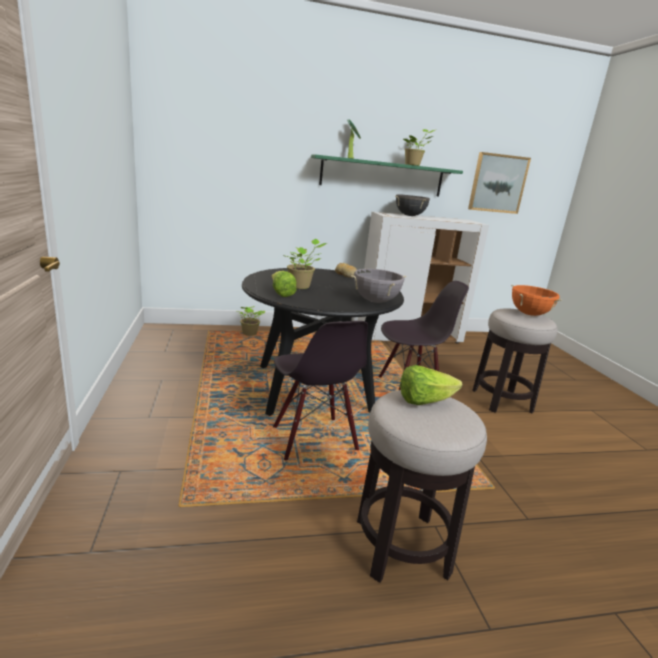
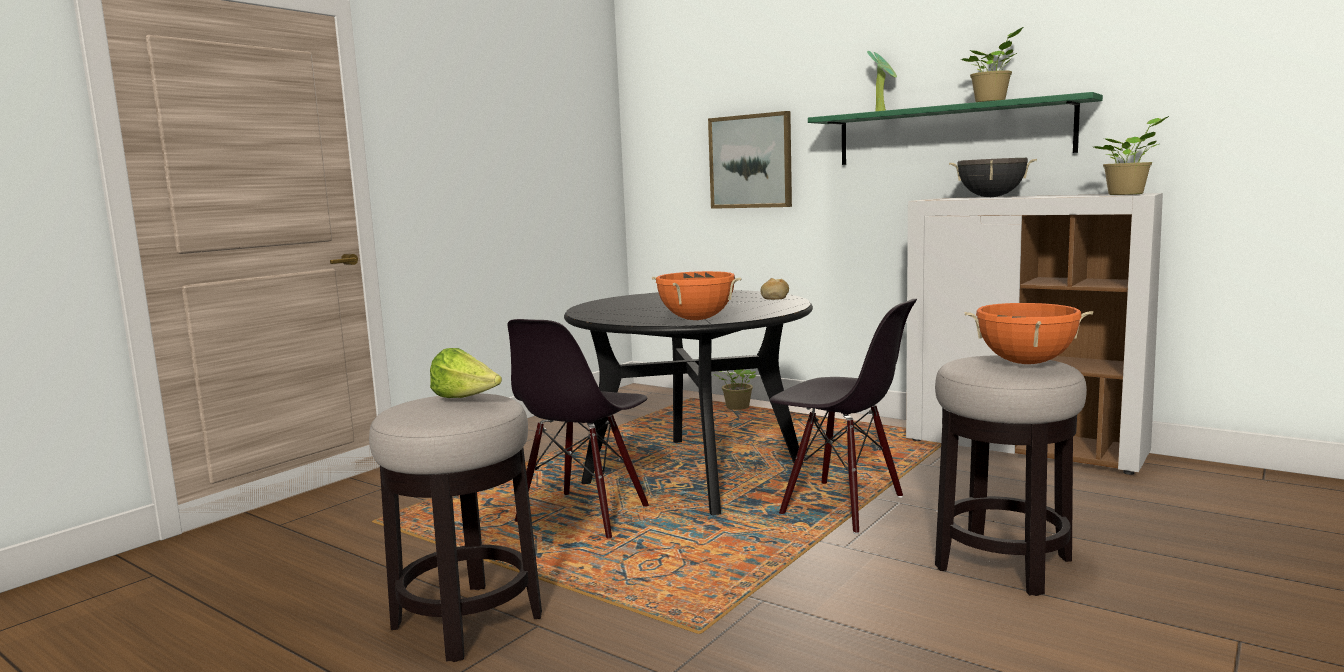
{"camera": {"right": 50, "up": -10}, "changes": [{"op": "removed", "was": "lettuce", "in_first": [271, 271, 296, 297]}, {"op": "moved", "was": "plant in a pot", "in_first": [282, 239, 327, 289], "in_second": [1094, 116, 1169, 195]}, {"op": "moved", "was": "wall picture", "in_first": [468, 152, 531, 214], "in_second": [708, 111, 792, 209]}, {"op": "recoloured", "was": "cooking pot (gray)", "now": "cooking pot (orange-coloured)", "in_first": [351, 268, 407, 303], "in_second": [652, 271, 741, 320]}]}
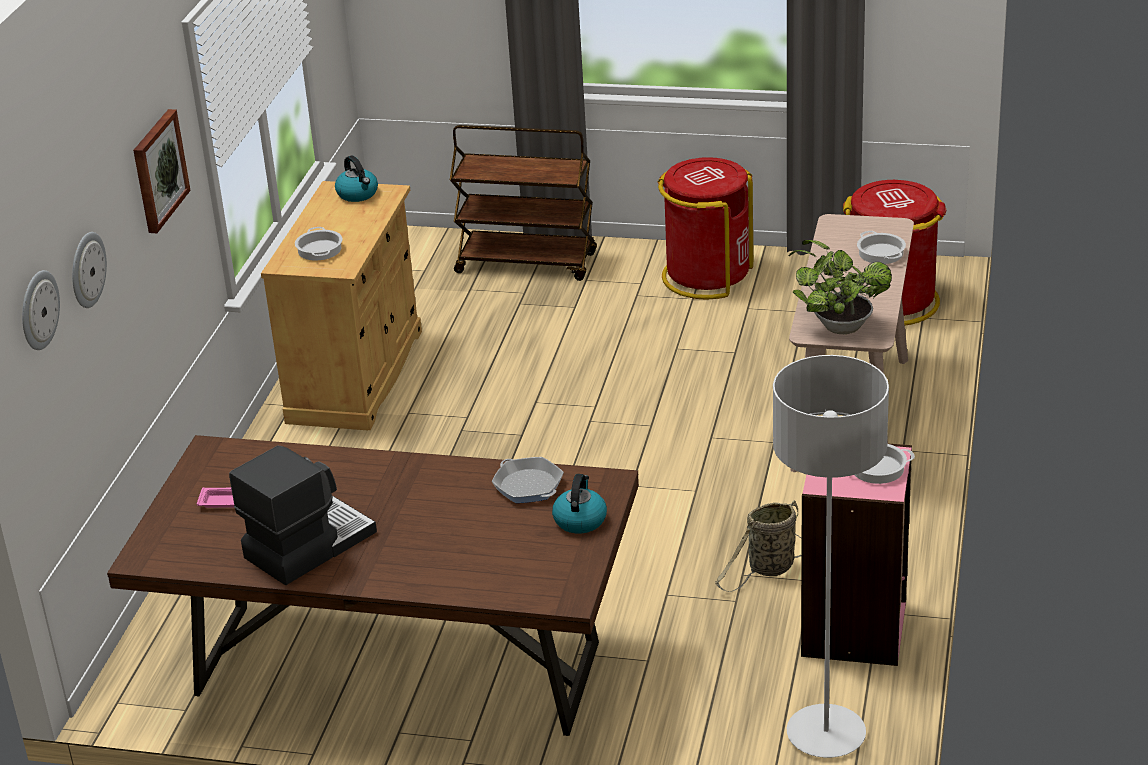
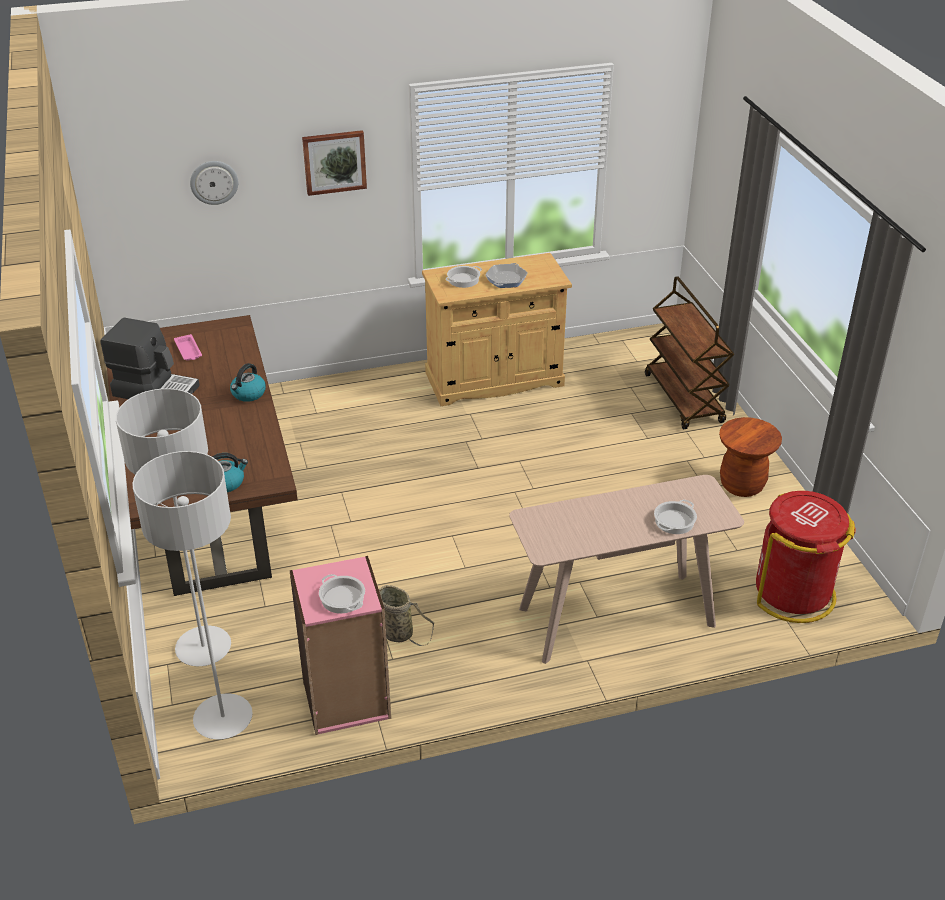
{"camera": {"right": 60, "up": 5}, "changes": [{"op": "removed", "was": "hanging clock", "in_first": [22, 270, 60, 350]}, {"op": "removed", "was": "plant in a pot", "in_first": [789, 240, 892, 334]}, {"op": "added", "now": "standing lamp (gray)", "in_second": [116, 388, 231, 666]}, {"op": "moved", "was": "water kettle", "in_first": [335, 155, 378, 202], "in_second": [230, 363, 266, 402]}, {"op": "moved", "was": "skillet", "in_first": [491, 457, 564, 503], "in_second": [485, 263, 528, 288]}, {"op": "replaced", "was": "trash can (red)", "now": "sitting stool (brown-coloured)", "in_first": [658, 157, 753, 299], "in_second": [719, 417, 782, 497]}]}
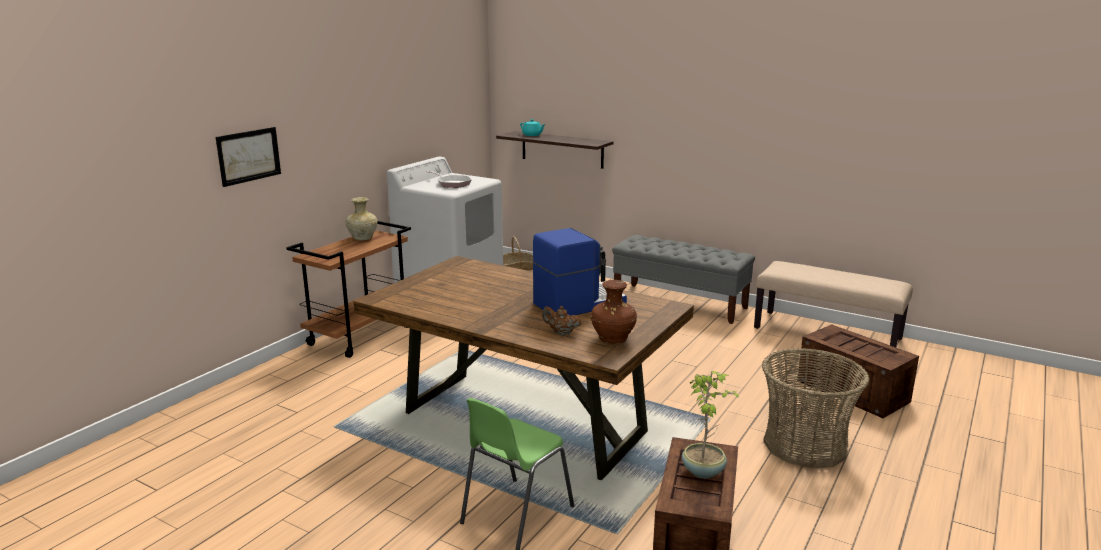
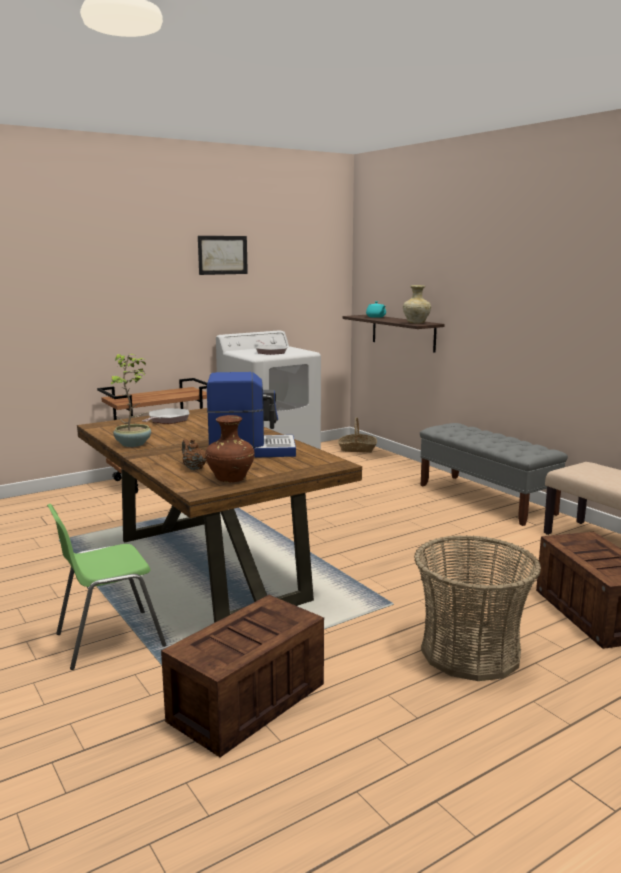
{"camera": {"right": 25, "up": -5}, "changes": [{"op": "added", "now": "skillet", "in_second": [142, 408, 189, 424]}, {"op": "moved", "was": "wall picture", "in_first": [216, 127, 281, 187], "in_second": [198, 236, 248, 275]}, {"op": "moved", "was": "flower vase (beige)", "in_first": [345, 197, 378, 240], "in_second": [403, 285, 431, 323]}, {"op": "moved", "was": "plant in a pot", "in_first": [682, 371, 739, 478], "in_second": [111, 354, 151, 447]}]}
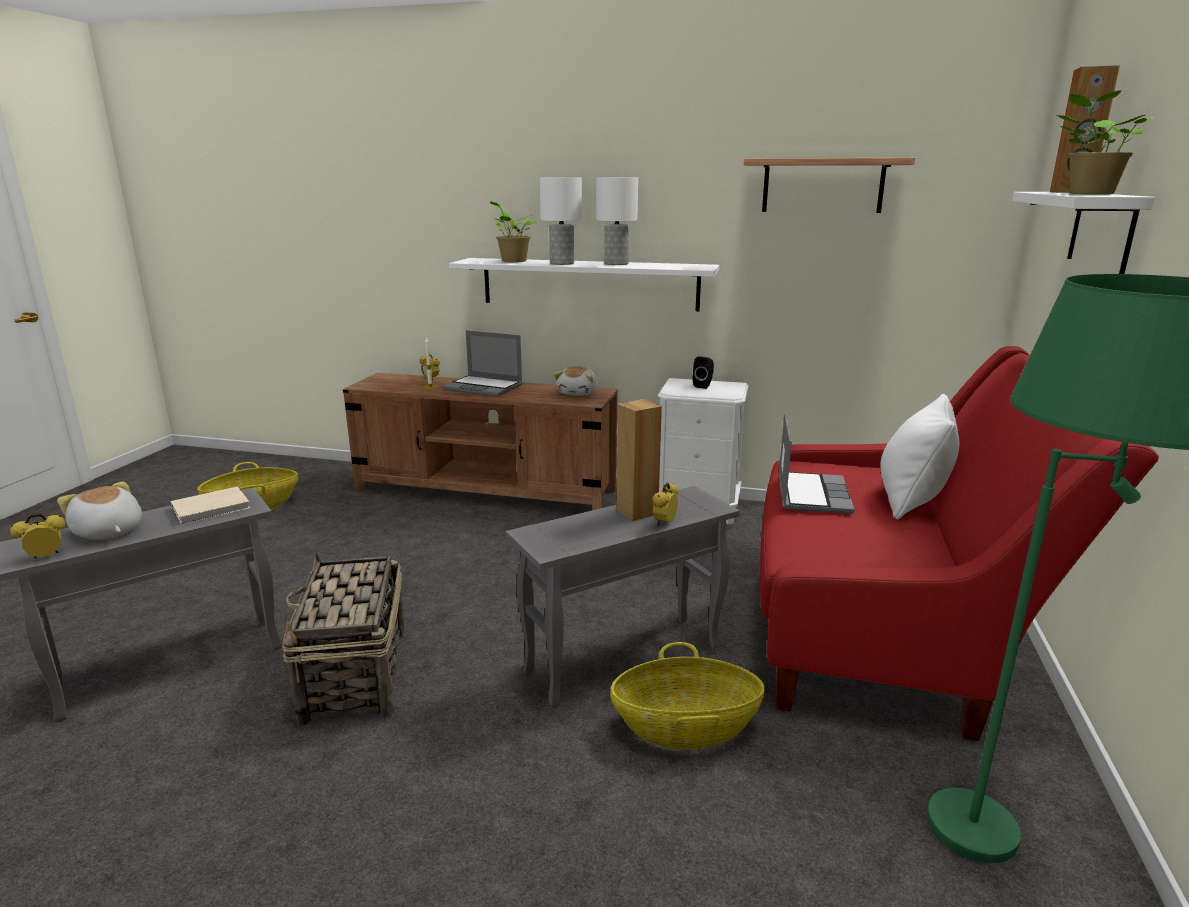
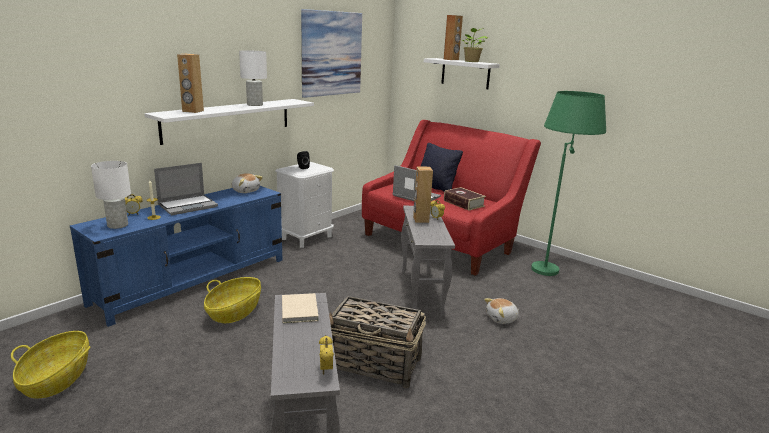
{"camera": {"right": -65, "up": 0}, "changes": [{"op": "added", "now": "book", "in_second": [444, 187, 486, 211]}, {"op": "moved", "was": "plush toy", "in_first": [57, 481, 142, 540], "in_second": [484, 298, 519, 324]}, {"op": "moved", "was": "lamp for a table (white-coloured)", "in_first": [540, 177, 582, 265], "in_second": [91, 161, 131, 229]}, {"op": "moved", "was": "basket", "in_first": [610, 642, 765, 750], "in_second": [204, 277, 261, 323]}, {"op": "replaced", "was": "plant in a pot", "now": "loudspeaker (brown-coloured)", "in_first": [490, 201, 537, 263], "in_second": [177, 54, 204, 113]}, {"op": "replaced", "was": "shelf", "now": "wall picture", "in_first": [744, 158, 915, 213], "in_second": [301, 9, 362, 98]}, {"op": "recoloured", "was": "media console (brown-coloured)", "now": "media console (bluish)", "in_first": [343, 373, 618, 510], "in_second": [70, 186, 282, 327]}, {"op": "recoloured", "was": "cushion (white-coloured)", "now": "cushion (black)", "in_first": [880, 394, 959, 520], "in_second": [421, 143, 463, 192]}]}
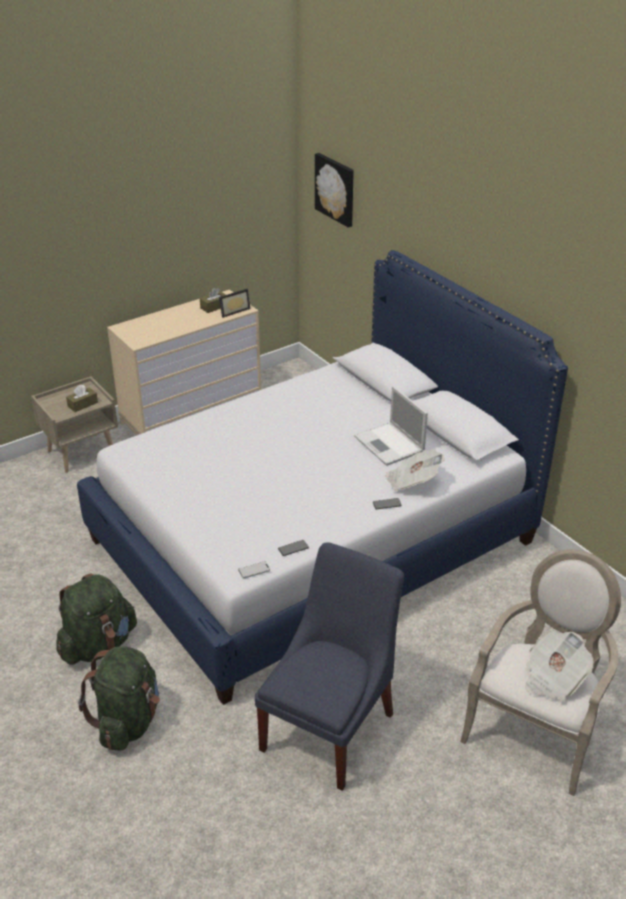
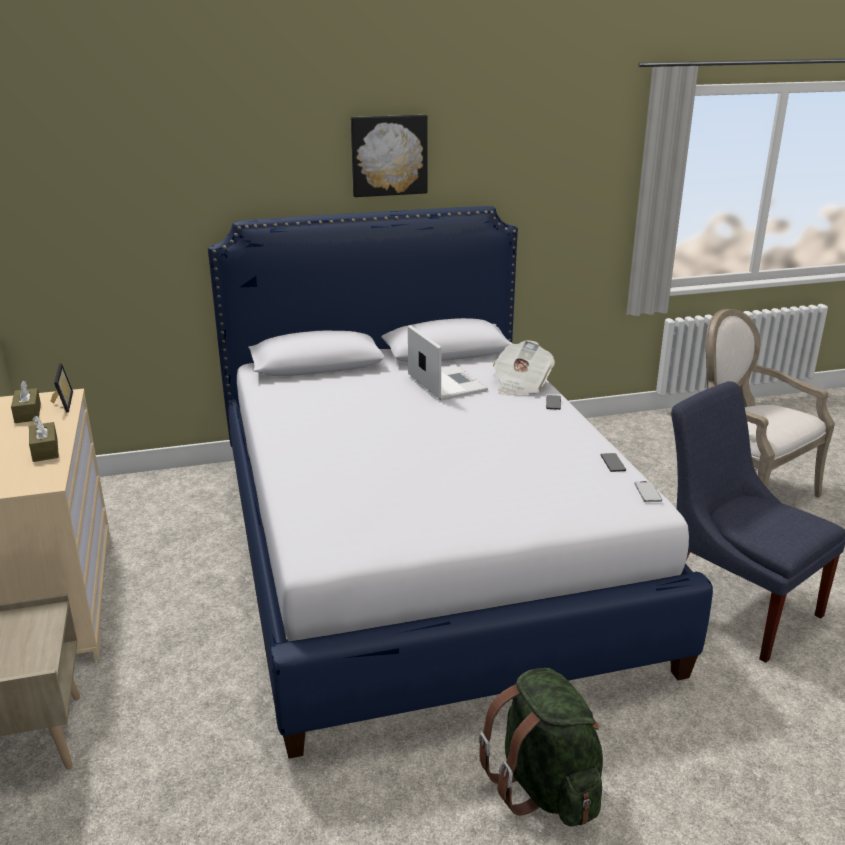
{"camera": {"right": -70, "up": -10}, "changes": [{"op": "removed", "was": "backpack (greenish)", "in_first": [78, 646, 160, 751]}, {"op": "removed", "was": "printed paper", "in_first": [525, 631, 594, 701]}, {"op": "moved", "was": "tissue box (brown-coloured)", "in_first": [66, 385, 98, 412], "in_second": [29, 416, 59, 462]}, {"op": "moved", "was": "wall picture", "in_first": [315, 153, 354, 227], "in_second": [351, 115, 428, 197]}, {"op": "turned", "was": "laptop", "in_first": [354, 386, 428, 466], "in_second": [408, 325, 488, 401], "clockwise": -105}]}
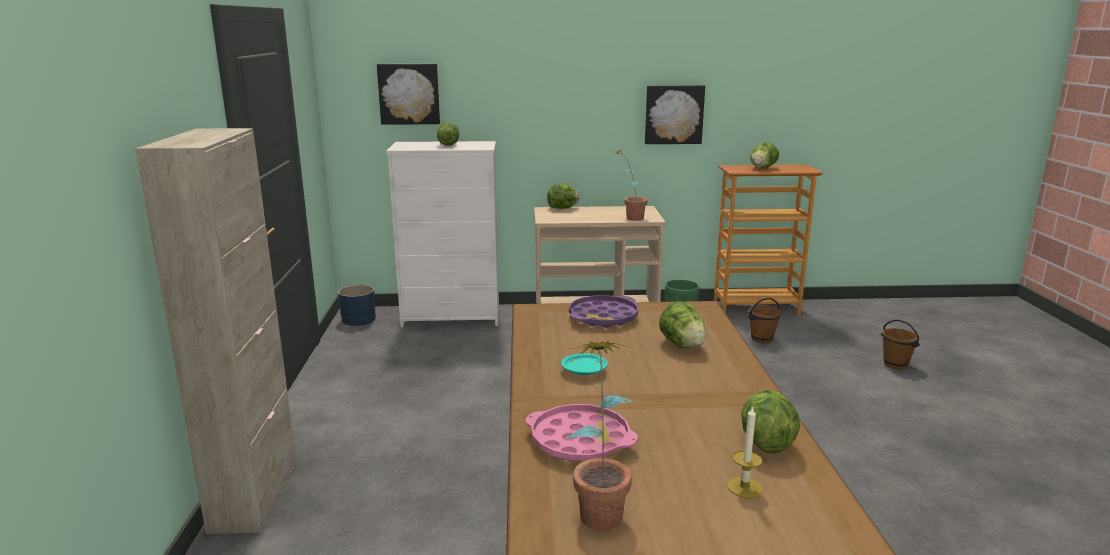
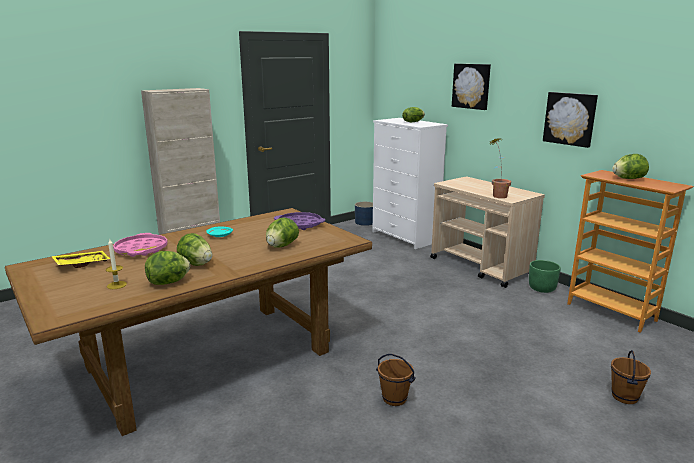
{"camera": {"right": 55, "up": 0}, "changes": [{"op": "moved", "was": "wall picture", "in_first": [377, 64, 440, 125], "in_second": [452, 64, 491, 110]}, {"op": "moved", "was": "lettuce", "in_first": [547, 183, 579, 209], "in_second": [177, 233, 212, 266]}, {"op": "moved", "was": "water bucket (brown-coloured)", "in_first": [748, 298, 781, 343], "in_second": [376, 354, 416, 406]}, {"op": "replaced", "was": "plant in a pot", "now": "serving tray (yellowish)", "in_first": [566, 341, 634, 531], "in_second": [51, 251, 110, 268]}]}
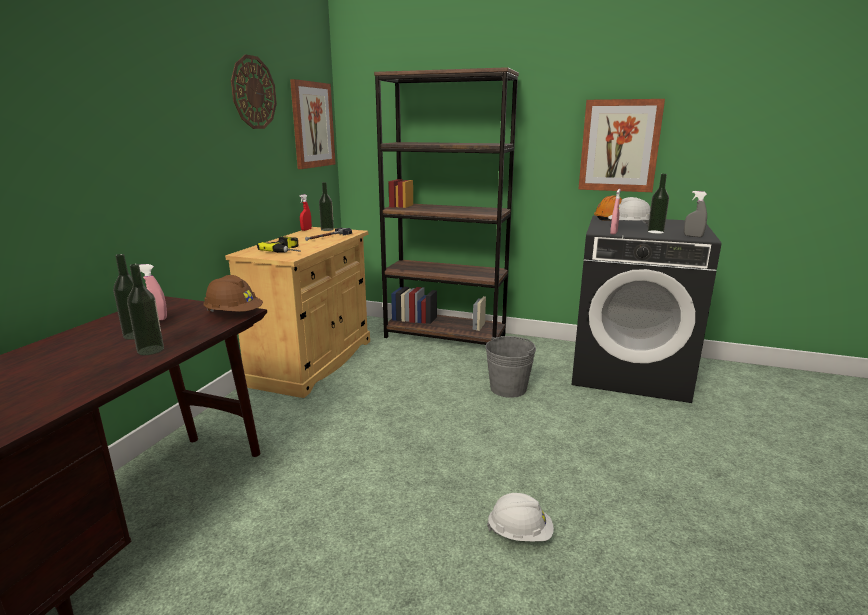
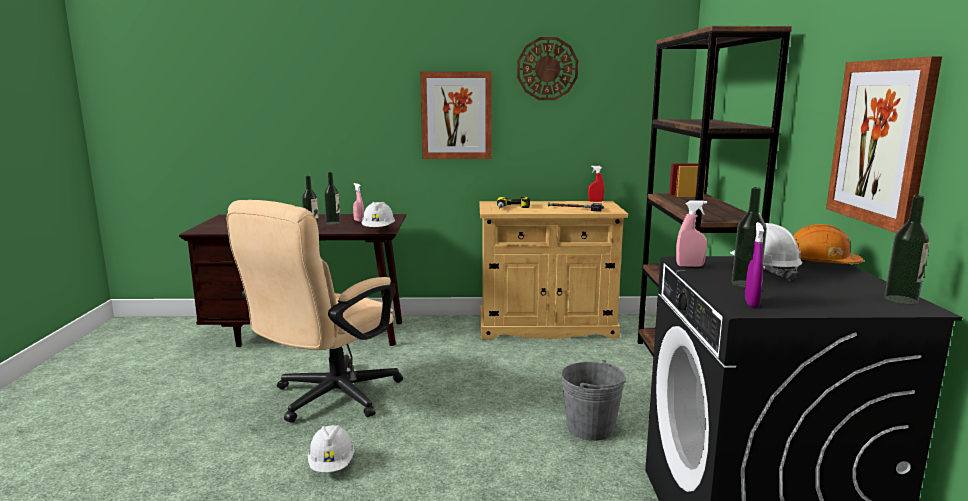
{"camera": {"right": 70, "up": -5}, "changes": [{"op": "added", "now": "computer chair (beige)", "in_second": [227, 200, 403, 423]}, {"op": "moved", "was": "wall picture", "in_first": [290, 79, 336, 169], "in_second": [420, 72, 492, 159]}, {"op": "moved", "was": "bottle", "in_first": [319, 182, 334, 231], "in_second": [885, 195, 929, 305]}, {"op": "recoloured", "was": "safety helmet (brown-coloured)", "now": "safety helmet (white-coloured)", "in_first": [204, 275, 263, 312], "in_second": [362, 202, 395, 227]}, {"op": "recoloured", "was": "spray bottle (gray)", "now": "spray bottle (purplish)", "in_first": [684, 191, 707, 237], "in_second": [745, 222, 764, 307]}]}
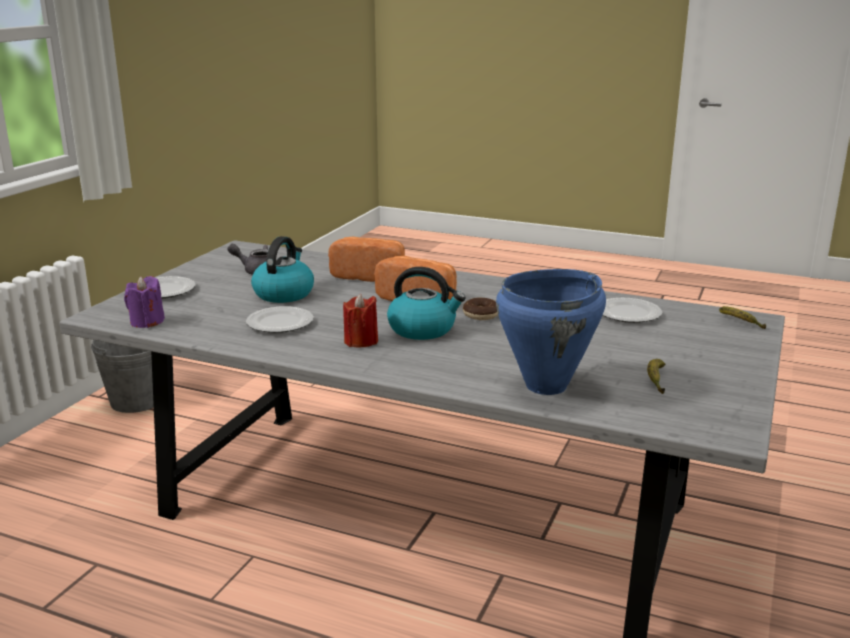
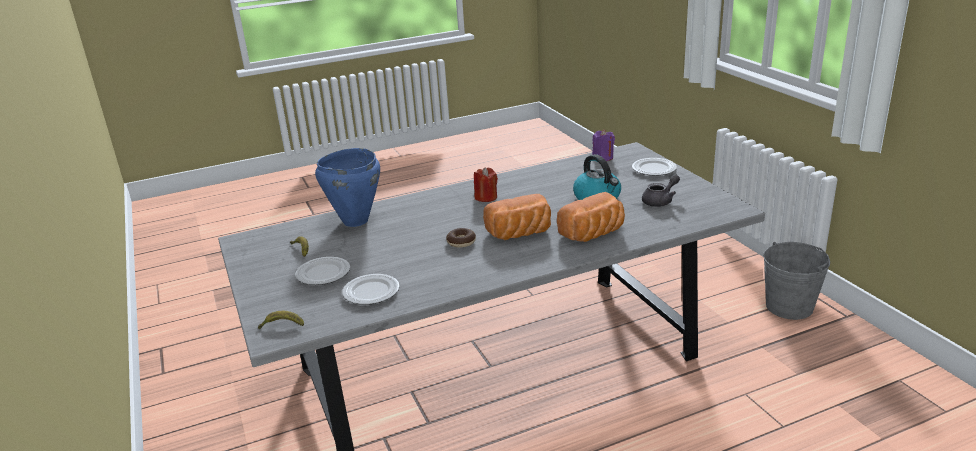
{"camera": {"right": 135, "up": 5}, "changes": [{"op": "removed", "was": "water kettle", "in_first": [387, 267, 466, 340]}, {"op": "moved", "was": "dinner plate", "in_first": [246, 306, 314, 333], "in_second": [295, 257, 350, 285]}]}
